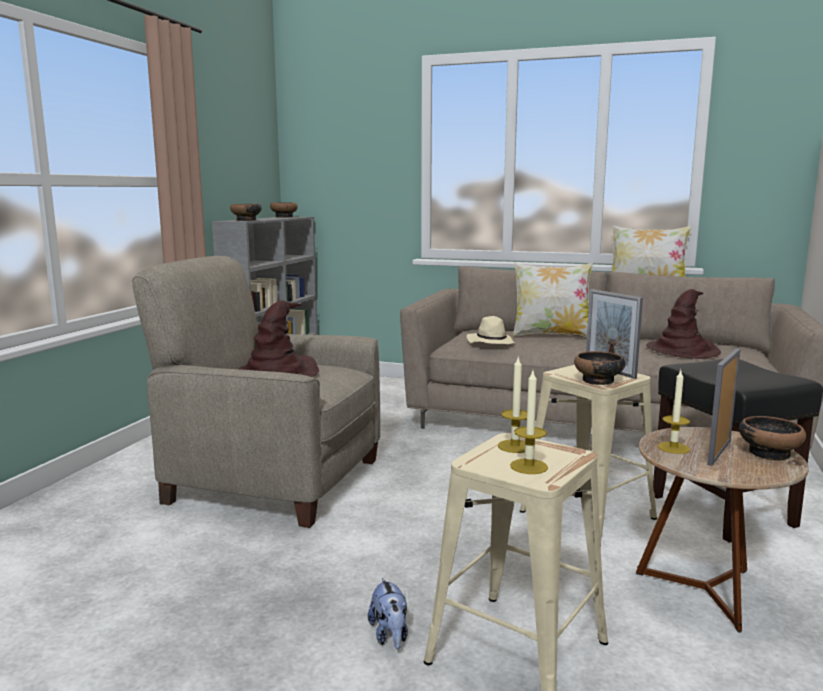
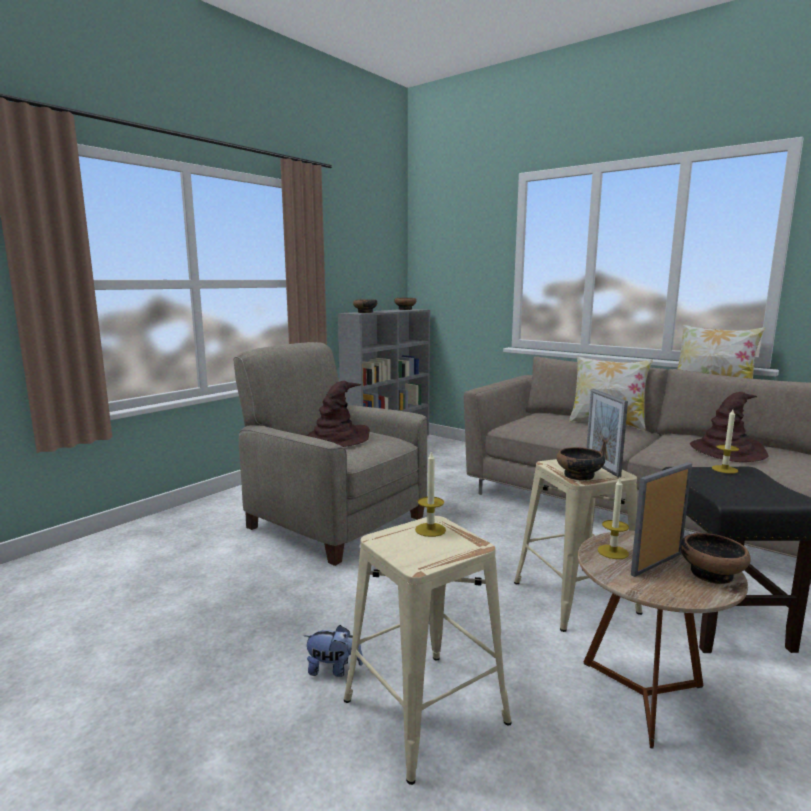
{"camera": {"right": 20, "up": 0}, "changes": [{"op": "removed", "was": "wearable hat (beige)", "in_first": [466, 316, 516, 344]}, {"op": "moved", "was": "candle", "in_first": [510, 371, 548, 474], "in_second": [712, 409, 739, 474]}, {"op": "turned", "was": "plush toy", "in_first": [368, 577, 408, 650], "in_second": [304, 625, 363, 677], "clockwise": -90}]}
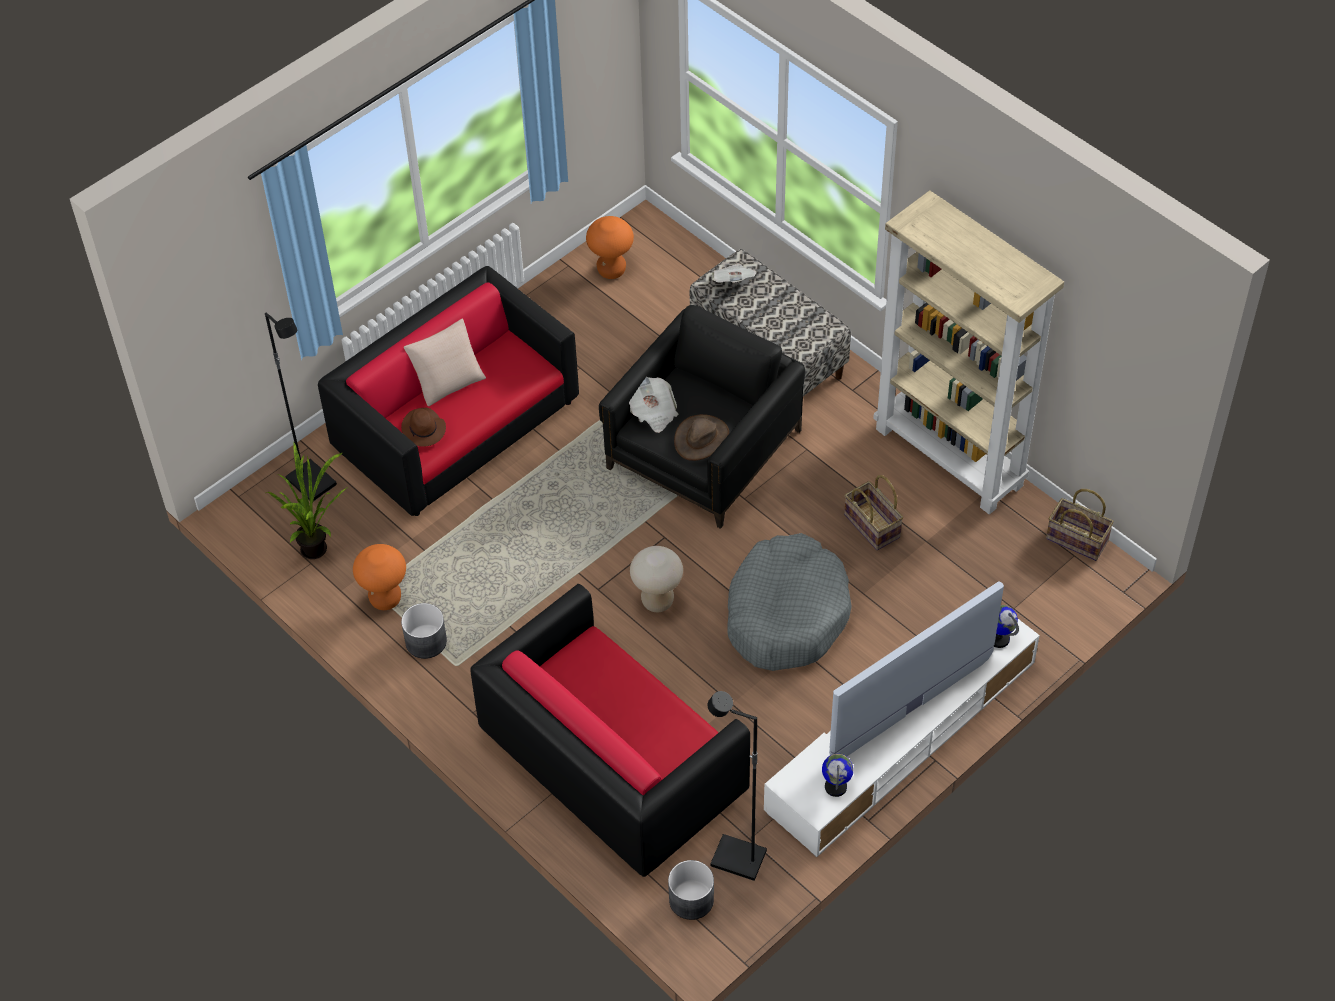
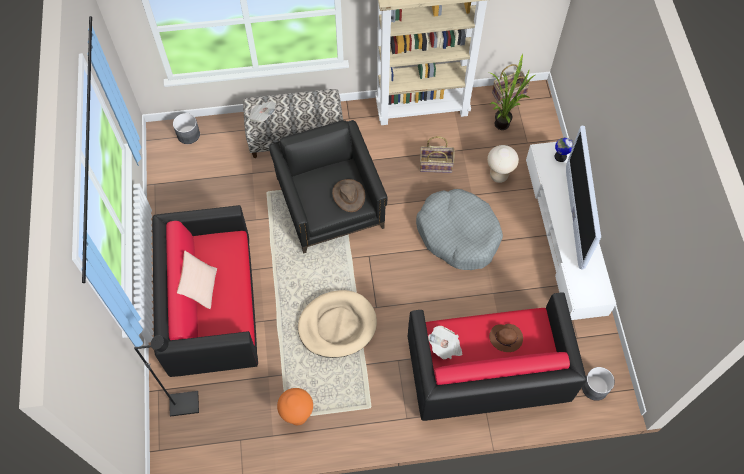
{"camera": {"right": -55, "up": 10}, "changes": [{"op": "removed", "was": "sitting stool (orange-coloured)", "in_first": [586, 216, 634, 279]}, {"op": "removed", "was": "standing lamp (black)", "in_first": [708, 691, 767, 881]}, {"op": "removed", "was": "world globe", "in_first": [822, 754, 854, 797]}, {"op": "added", "now": "dog cushion (beige)", "in_second": [298, 290, 377, 358]}, {"op": "moved", "was": "plant in a pot", "in_first": [266, 443, 348, 559], "in_second": [490, 53, 535, 130]}, {"op": "moved", "was": "wearable hat (brown-coloured)", "in_first": [401, 408, 446, 447], "in_second": [489, 324, 523, 352]}, {"op": "moved", "was": "planter (gray)", "in_first": [401, 603, 447, 659], "in_second": [173, 113, 200, 144]}, {"op": "moved", "was": "printed paper", "in_first": [629, 377, 678, 433], "in_second": [428, 326, 463, 360]}, {"op": "moved", "was": "sitting stool (beige)", "in_first": [630, 546, 683, 612], "in_second": [487, 145, 519, 183]}]}
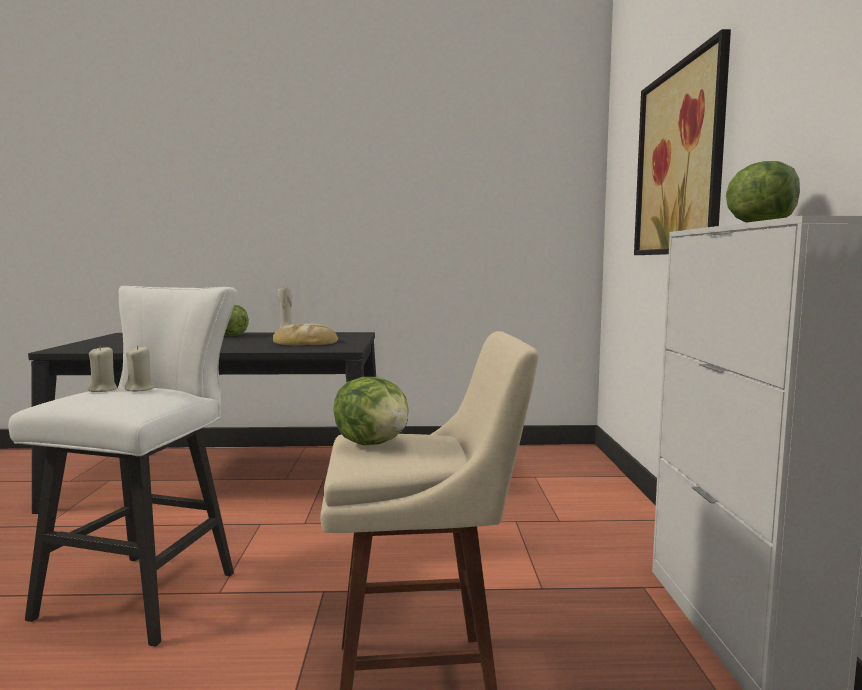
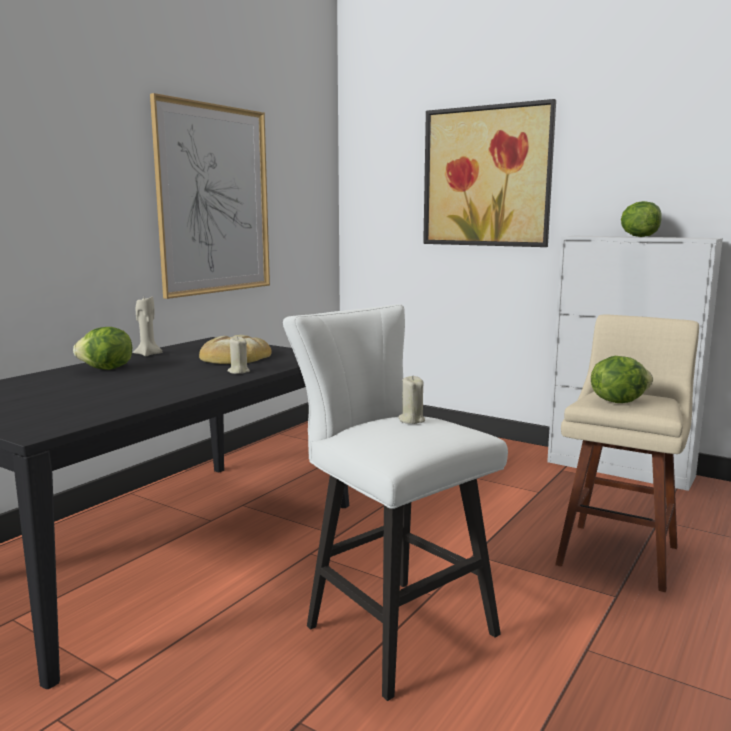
{"camera": {"right": -55, "up": 5}, "changes": [{"op": "added", "now": "wall picture", "in_second": [150, 93, 270, 299]}, {"op": "moved", "was": "candle (beige)", "in_first": [88, 346, 117, 392], "in_second": [227, 336, 250, 374]}]}
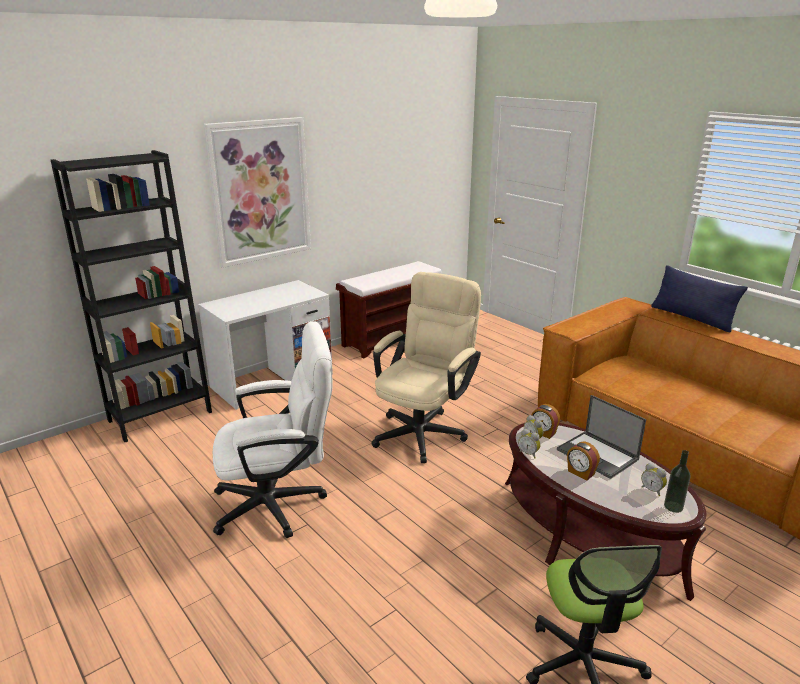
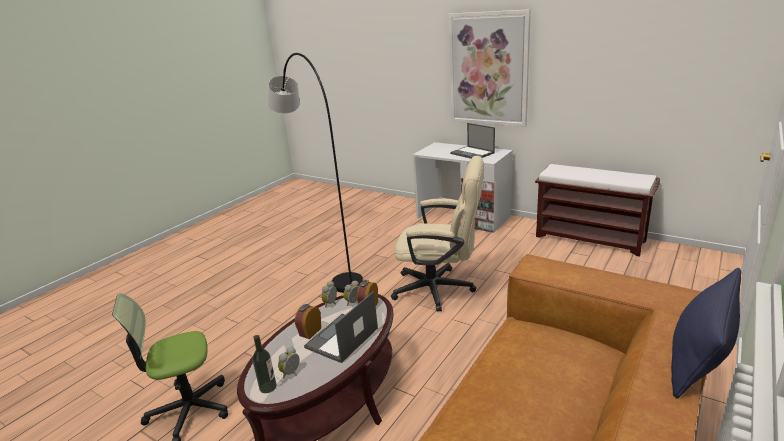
{"camera": {"right": 75, "up": 0}, "changes": [{"op": "removed", "was": "bookshelf (black)", "in_first": [51, 150, 212, 442]}, {"op": "added", "now": "laptop", "in_second": [450, 123, 495, 159]}, {"op": "replaced", "was": "computer chair (white-coloured)", "now": "standing lamp (black)", "in_first": [213, 321, 332, 538], "in_second": [266, 53, 363, 293]}]}
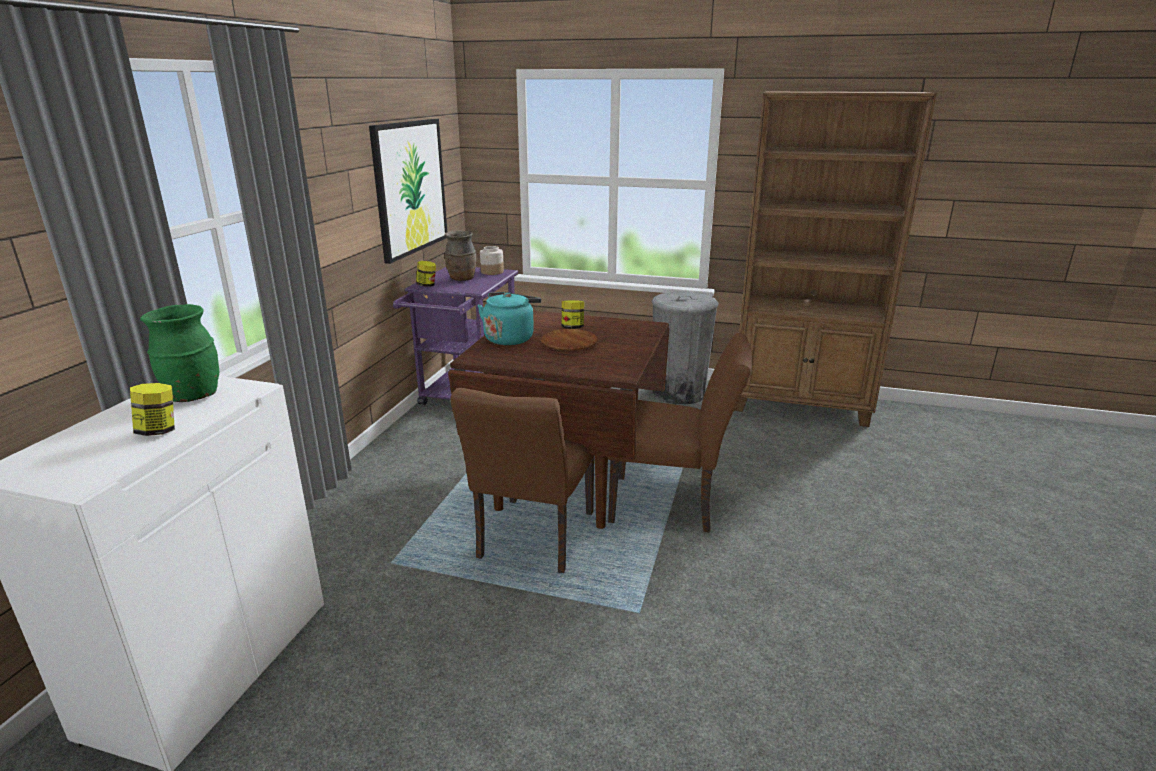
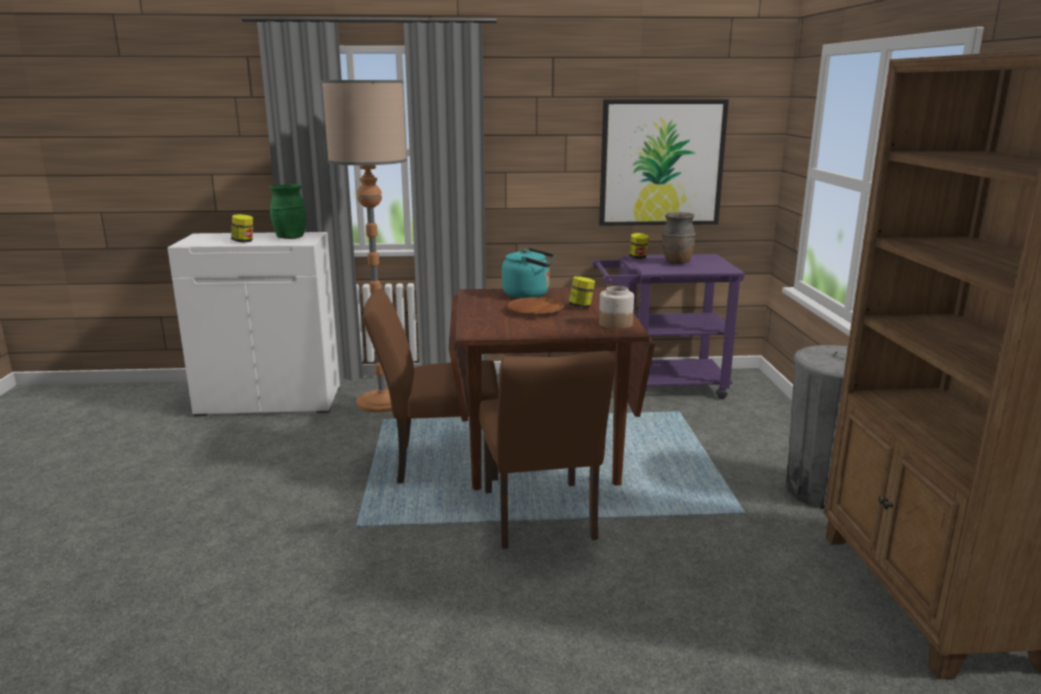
{"camera": {"right": 70, "up": -5}, "changes": [{"op": "added", "now": "standing lamp", "in_second": [321, 80, 407, 412]}, {"op": "moved", "was": "jar", "in_first": [480, 246, 504, 275], "in_second": [599, 286, 634, 329]}]}
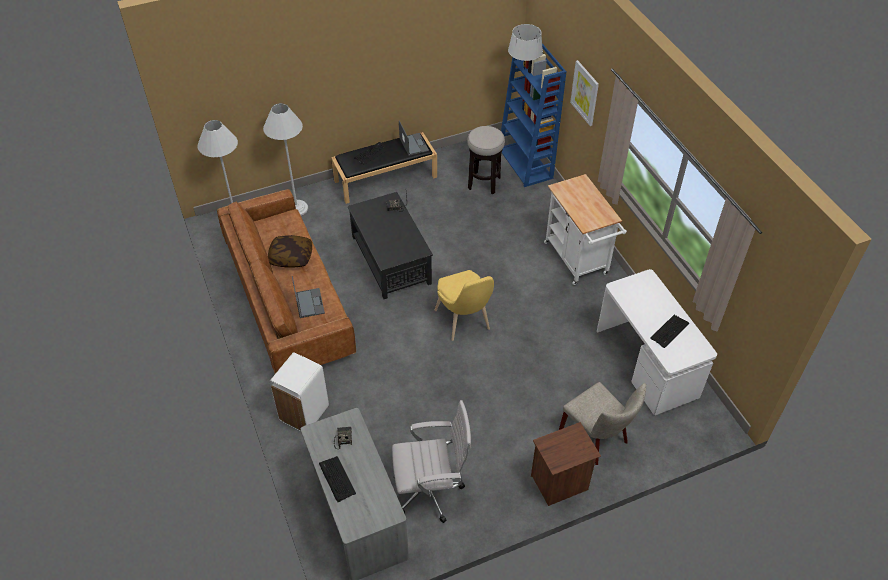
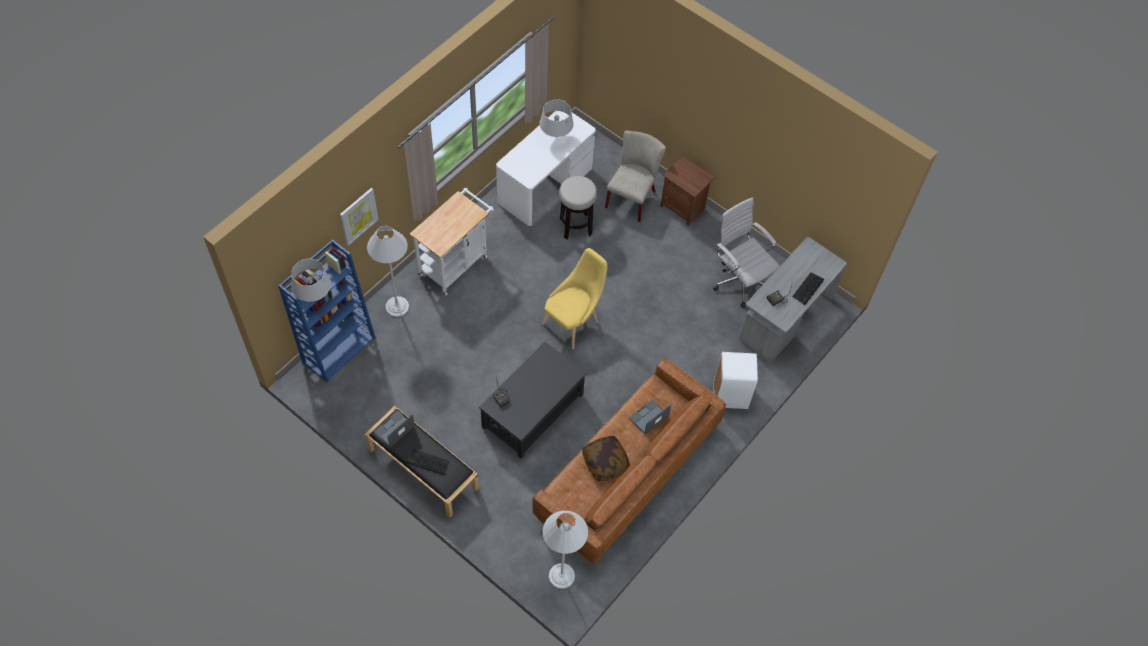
{"camera": {"right": -120, "up": 10}, "changes": [{"op": "moved", "was": "standing lamp (white-coloured)", "in_first": [263, 103, 308, 215], "in_second": [367, 226, 409, 317]}, {"op": "moved", "was": "sitting stool", "in_first": [467, 126, 505, 194], "in_second": [559, 176, 597, 239]}, {"op": "replaced", "was": "computer keyboard", "now": "lamp for a table (gray)", "in_first": [650, 315, 689, 348], "in_second": [540, 99, 574, 137]}]}
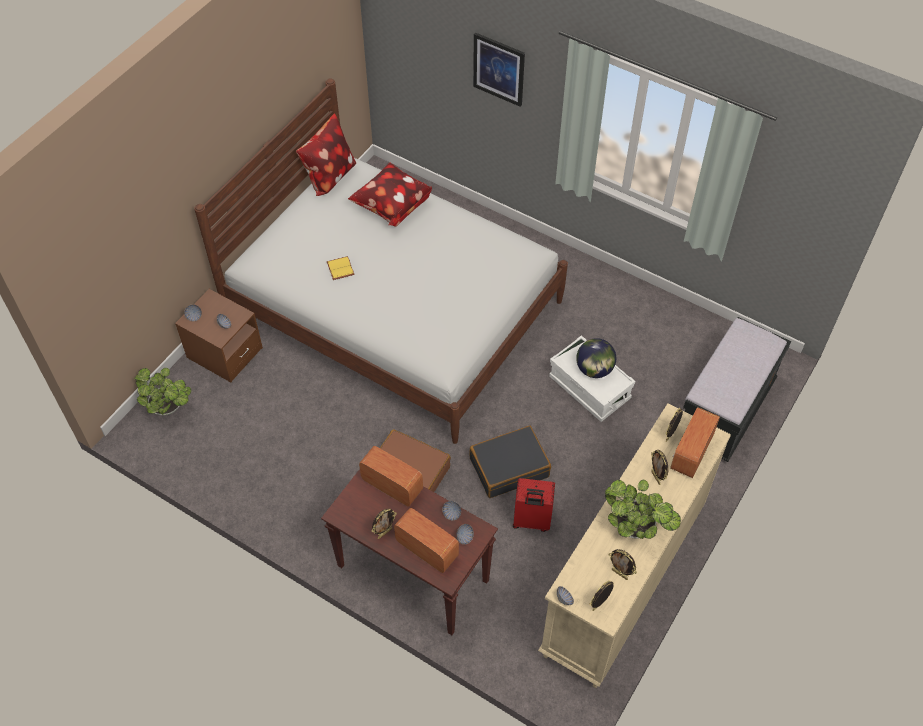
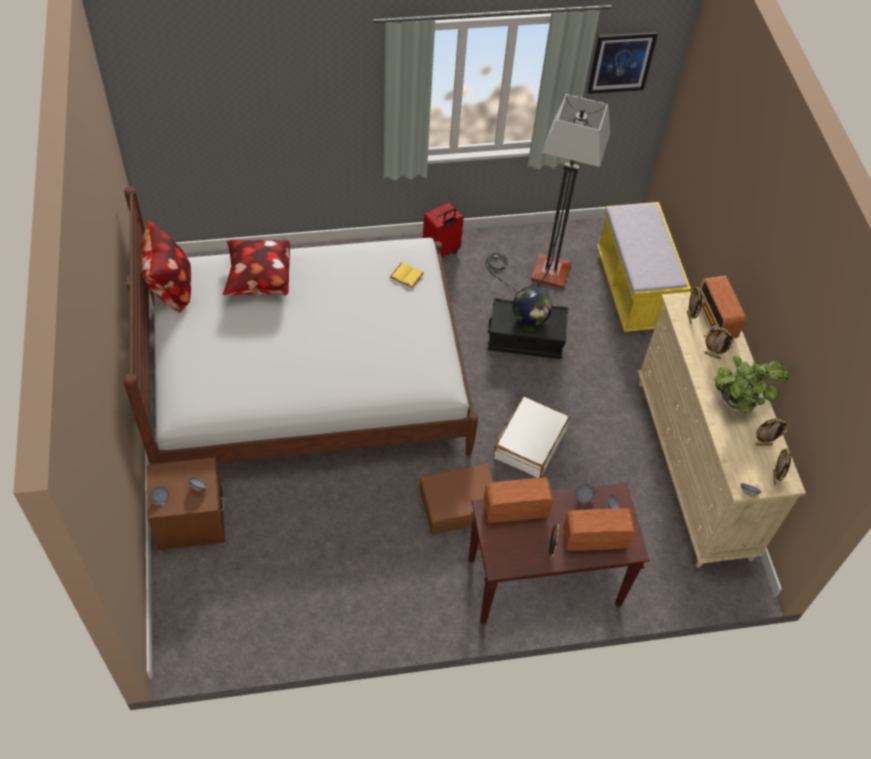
{"camera": {"right": -45, "up": 0}, "changes": [{"op": "removed", "was": "plant in a pot", "in_first": [134, 368, 191, 415]}, {"op": "added", "now": "standing lamp", "in_second": [485, 94, 610, 291]}, {"op": "moved", "was": "book (yellowish)", "in_first": [327, 256, 354, 280], "in_second": [390, 262, 424, 288]}, {"op": "moved", "was": "wall picture", "in_first": [473, 32, 525, 107], "in_second": [587, 32, 658, 94]}, {"op": "moved", "was": "piece of luggage (red)", "in_first": [513, 478, 555, 532], "in_second": [423, 202, 464, 257]}, {"op": "recoloured", "was": "piece of luggage (black)", "now": "piece of luggage (white-coloured)", "in_first": [469, 426, 551, 498], "in_second": [493, 396, 570, 478]}, {"op": "recoloured", "was": "storage bin (white-coloured)", "now": "storage bin (black)", "in_first": [549, 335, 635, 422], "in_second": [488, 298, 568, 359]}, {"op": "recoloured", "was": "bench (black)", "now": "bench (yellowish)", "in_first": [683, 317, 791, 462], "in_second": [597, 202, 691, 332]}]}
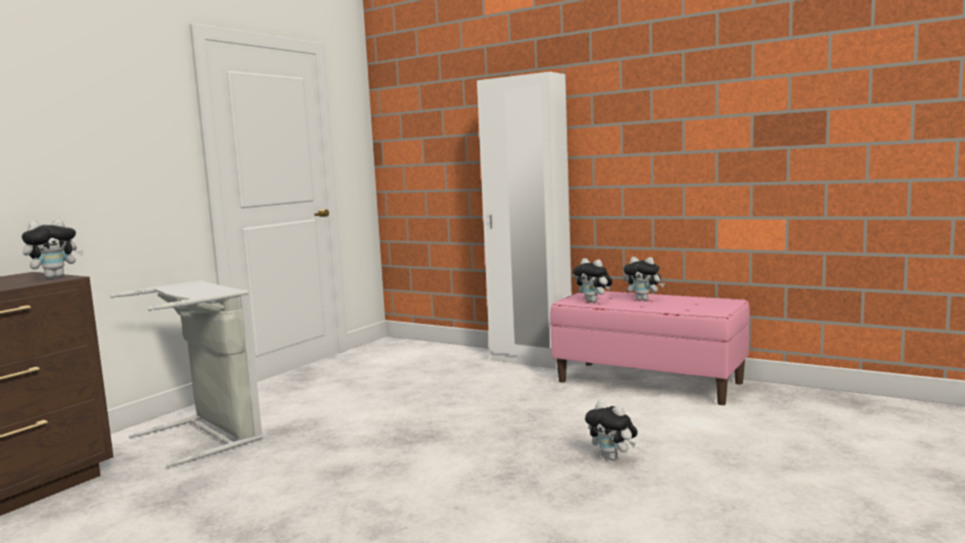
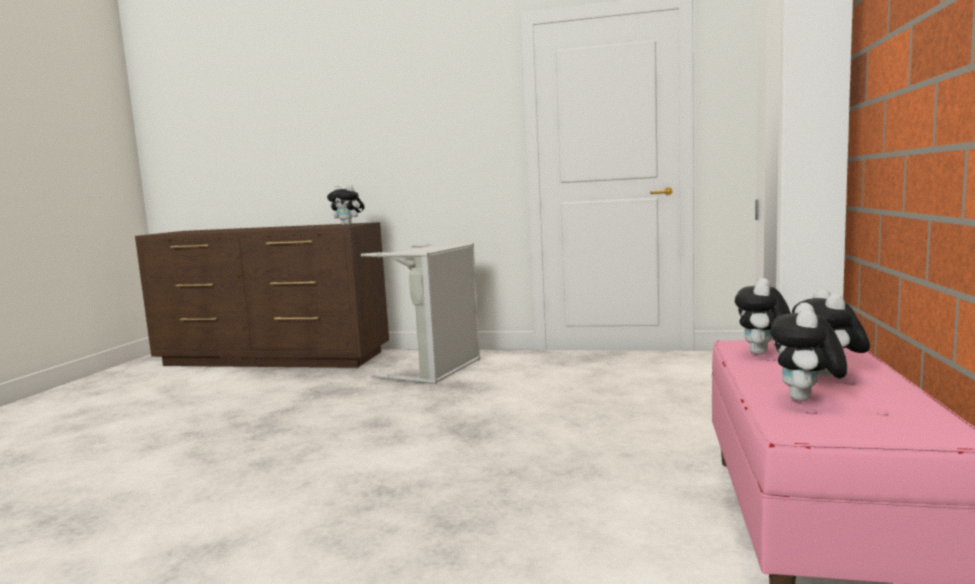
{"camera": {"right": 70, "up": 0}, "changes": [{"op": "moved", "was": "plush toy", "in_first": [585, 400, 638, 460], "in_second": [770, 302, 847, 401]}]}
